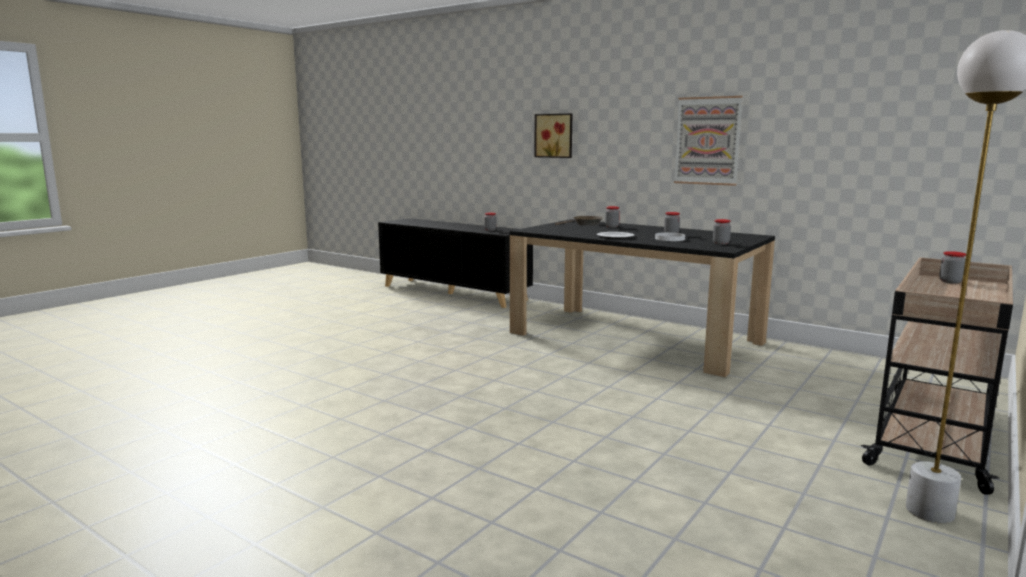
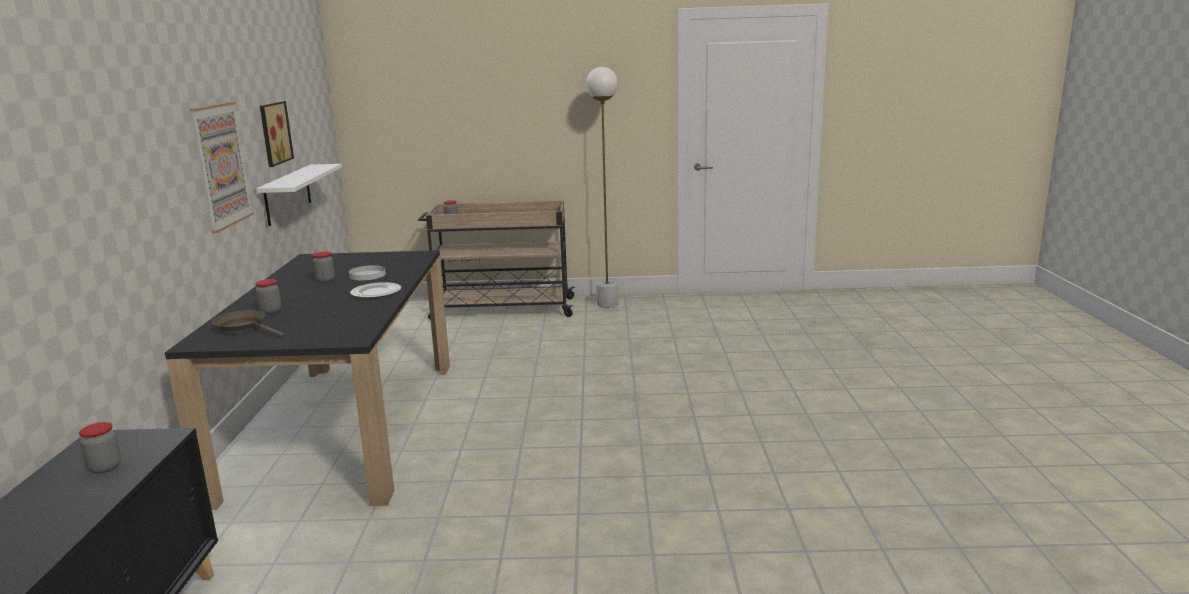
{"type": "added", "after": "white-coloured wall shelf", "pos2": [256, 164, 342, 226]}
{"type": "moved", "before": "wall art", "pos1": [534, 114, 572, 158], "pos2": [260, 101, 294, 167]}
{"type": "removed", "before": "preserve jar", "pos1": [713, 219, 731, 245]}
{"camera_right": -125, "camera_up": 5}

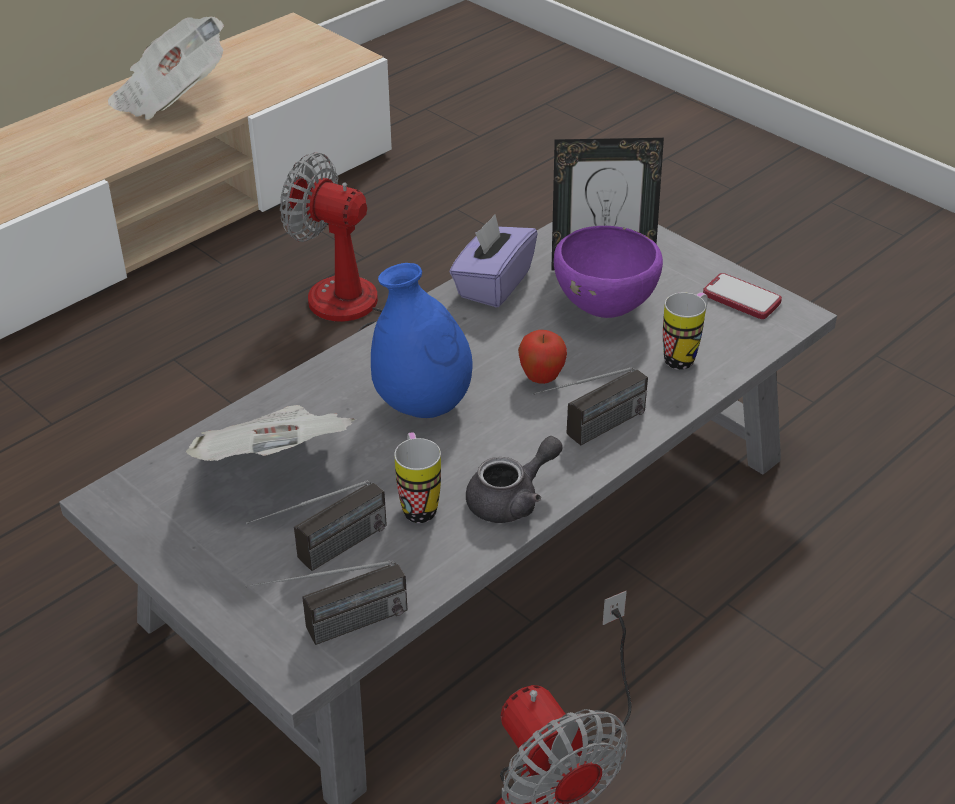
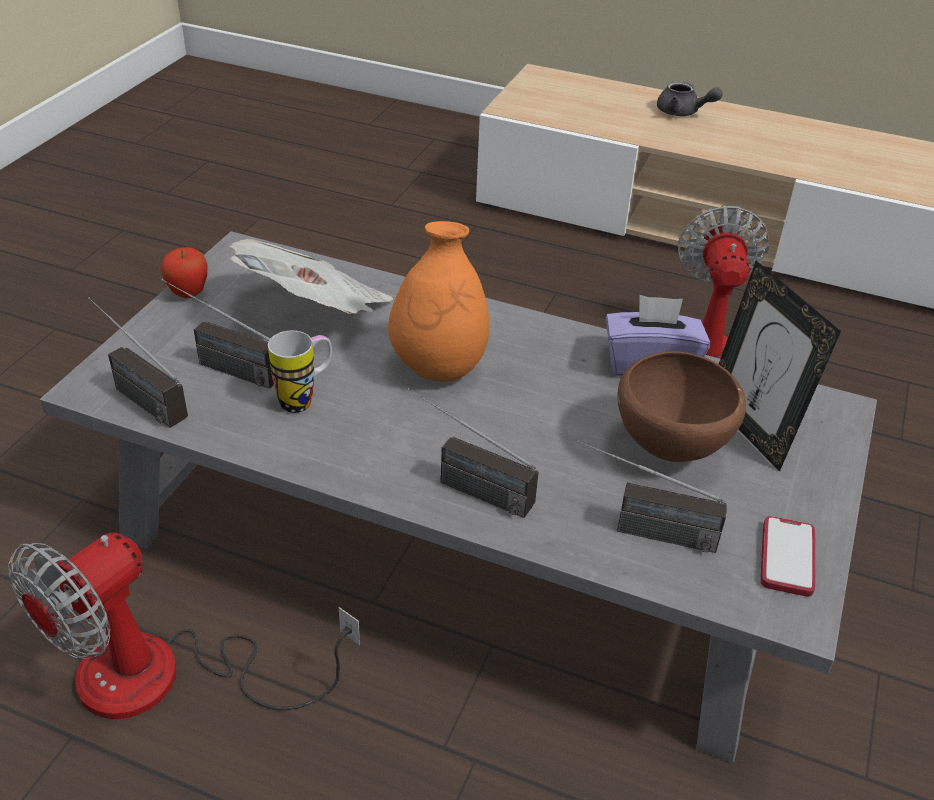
{"type": "moved", "before": "whole apple", "pos1": [518, 330, 567, 384], "pos2": [160, 247, 208, 299]}
{"type": "recoloured", "before": "blue-coloured vase", "after": "orange vase", "pos1": [371, 263, 473, 418], "pos2": [388, 221, 490, 382]}
{"type": "replaced", "before": "mug", "after": "radio receiver", "pos1": [663, 292, 708, 370], "pos2": [577, 440, 727, 553]}
{"type": "recoloured", "before": "purple-coloured bowl", "after": "brown bowl", "pos1": [554, 226, 663, 318], "pos2": [617, 351, 746, 462]}
{"type": "moved", "before": "gray tea pot", "pos1": [466, 436, 563, 523], "pos2": [657, 81, 722, 116]}
{"type": "removed", "before": "newspaper", "pos1": [108, 17, 224, 120]}
{"camera_right": 65, "camera_up": 0}

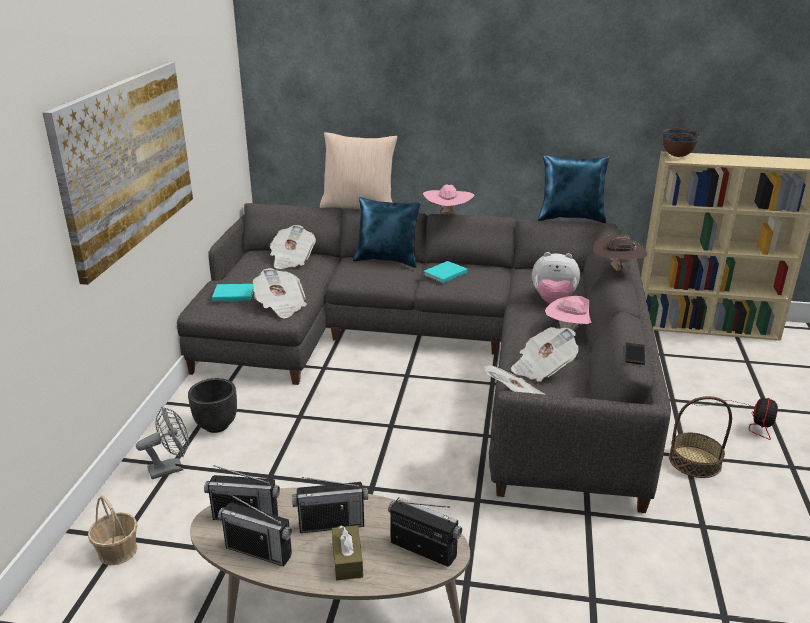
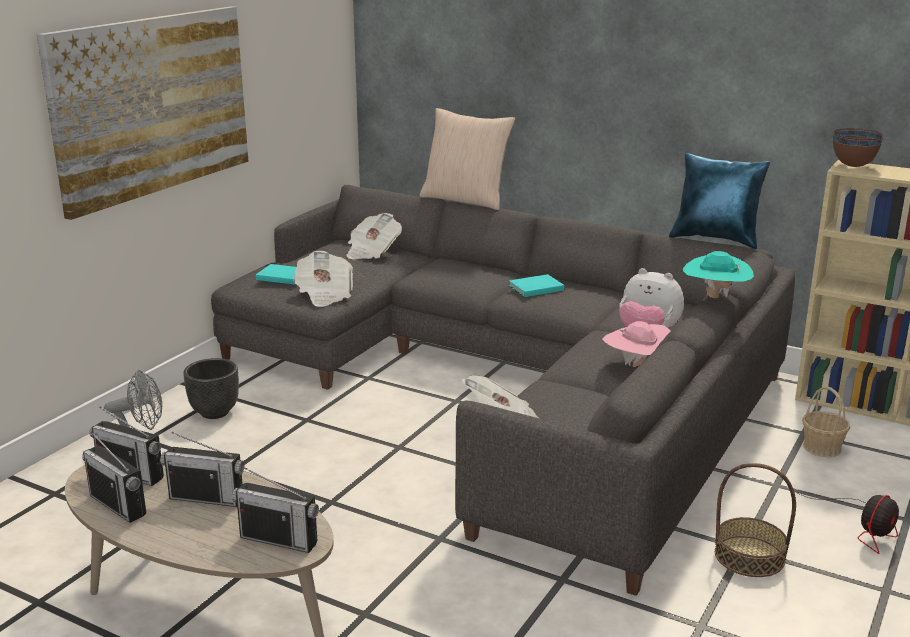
{"type": "turned", "before": "radio receiver", "pos1": [388, 497, 462, 567], "pos2": [232, 468, 319, 553], "turn": 150}
{"type": "recoloured", "before": "brown wearable hat", "after": "turquoise-coloured wearable hat", "pos1": [593, 235, 648, 271], "pos2": [683, 251, 754, 298]}
{"type": "moved", "before": "basket", "pos1": [88, 495, 138, 565], "pos2": [802, 386, 850, 457]}
{"type": "removed", "before": "brown tissue box", "pos1": [332, 525, 363, 581]}
{"type": "removed", "before": "blue-coloured pillow", "pos1": [353, 197, 421, 268]}
{"type": "removed", "before": "pink wearable hat", "pos1": [423, 185, 475, 214]}
{"type": "removed", "before": "newspaper", "pos1": [511, 327, 579, 382]}
{"type": "removed", "before": "handset", "pos1": [625, 343, 645, 365]}
{"camera_right": 20, "camera_up": -5}

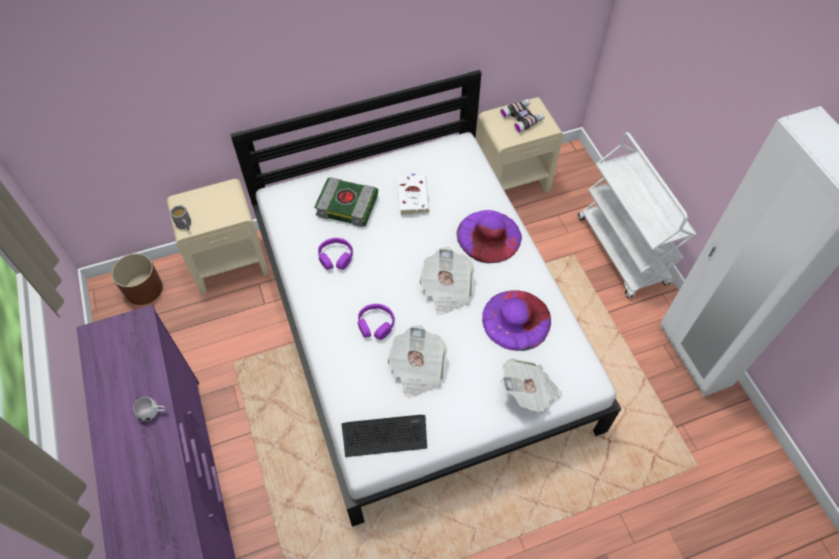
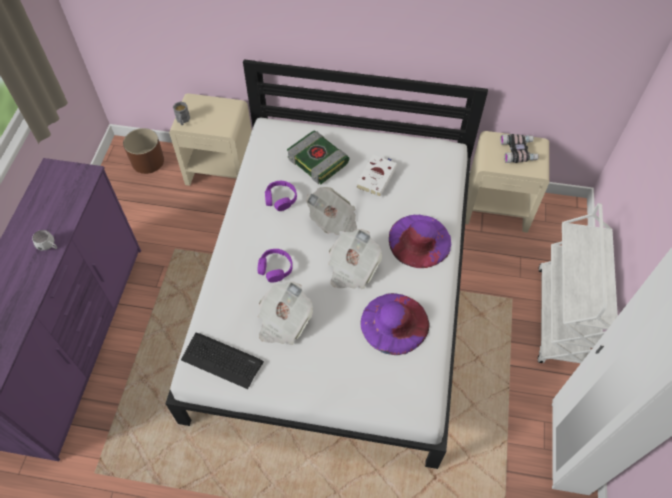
{"type": "moved", "before": "newspaper", "pos1": [501, 358, 562, 413], "pos2": [306, 187, 357, 235]}
{"camera_right": 30, "camera_up": 0}

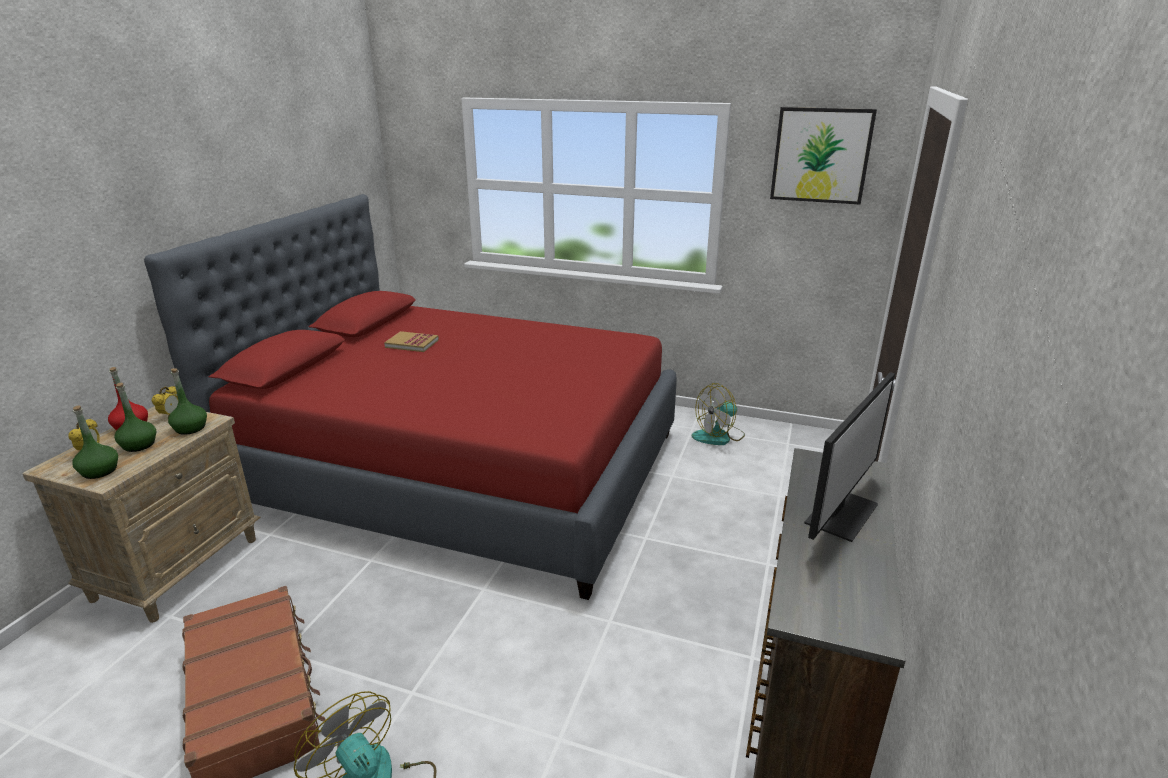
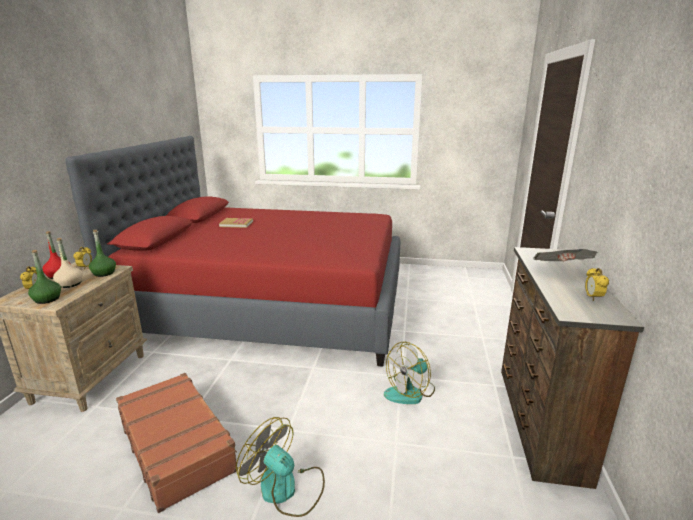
{"type": "recoloured", "before": "green-coloured drink bottle", "after": "beige drink bottle", "pos1": [114, 383, 156, 452], "pos2": [53, 238, 83, 288]}
{"type": "moved", "before": "electric fan", "pos1": [692, 383, 745, 445], "pos2": [384, 342, 435, 404]}
{"type": "replaced", "before": "computer display", "after": "newspaper", "pos1": [804, 372, 895, 542], "pos2": [533, 249, 598, 262]}
{"type": "added", "after": "alarm clock", "pos2": [585, 268, 609, 301]}
{"type": "removed", "before": "wall art", "pos1": [770, 107, 877, 205]}
{"camera_right": -10, "camera_up": -5}

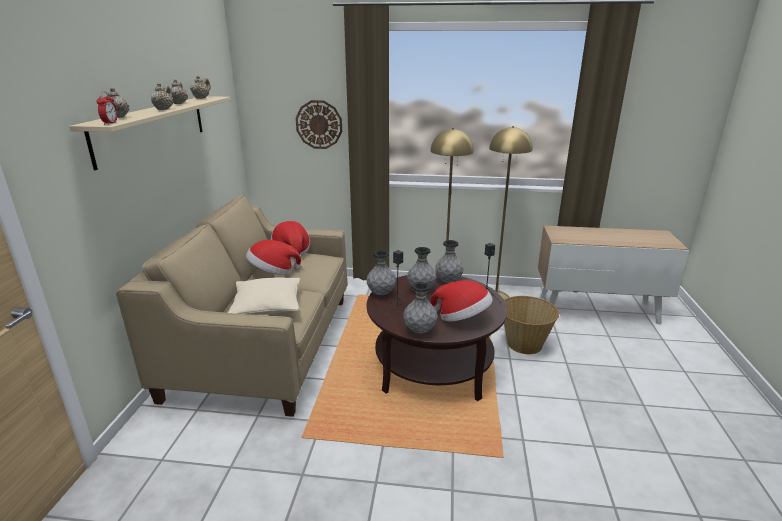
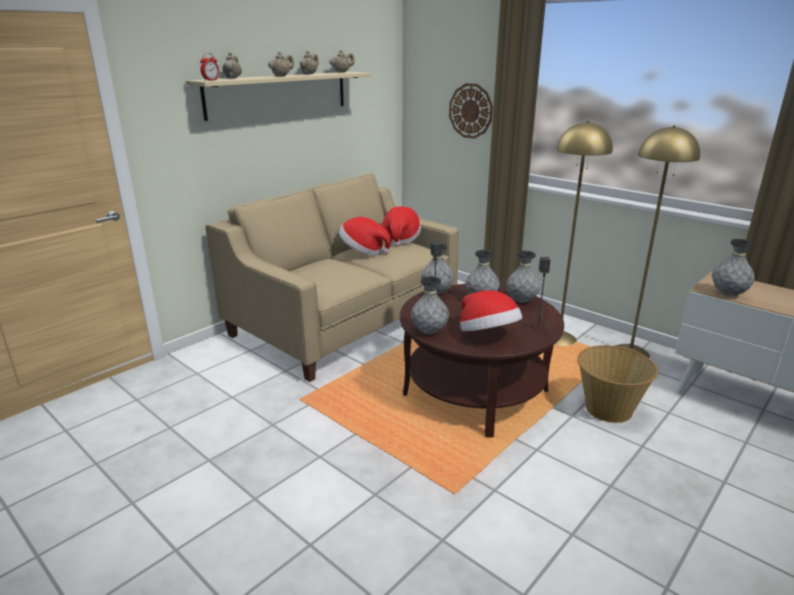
{"type": "added", "after": "gray vase", "pos2": [712, 239, 755, 296]}
{"type": "removed", "before": "beige pillow", "pos1": [228, 277, 300, 315]}
{"camera_right": 35, "camera_up": 0}

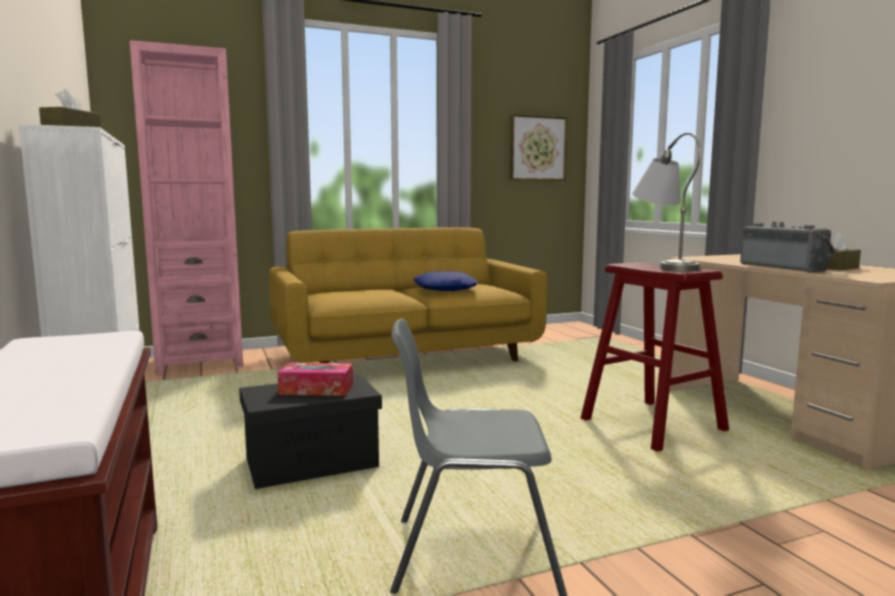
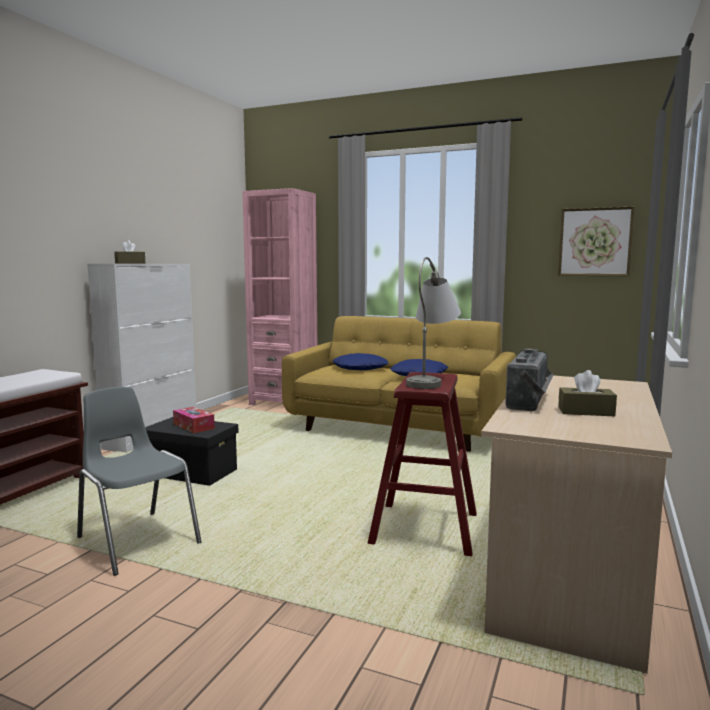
{"type": "added", "after": "blue-coloured pillow", "pos2": [333, 353, 389, 370]}
{"camera_right": 45, "camera_up": 0}

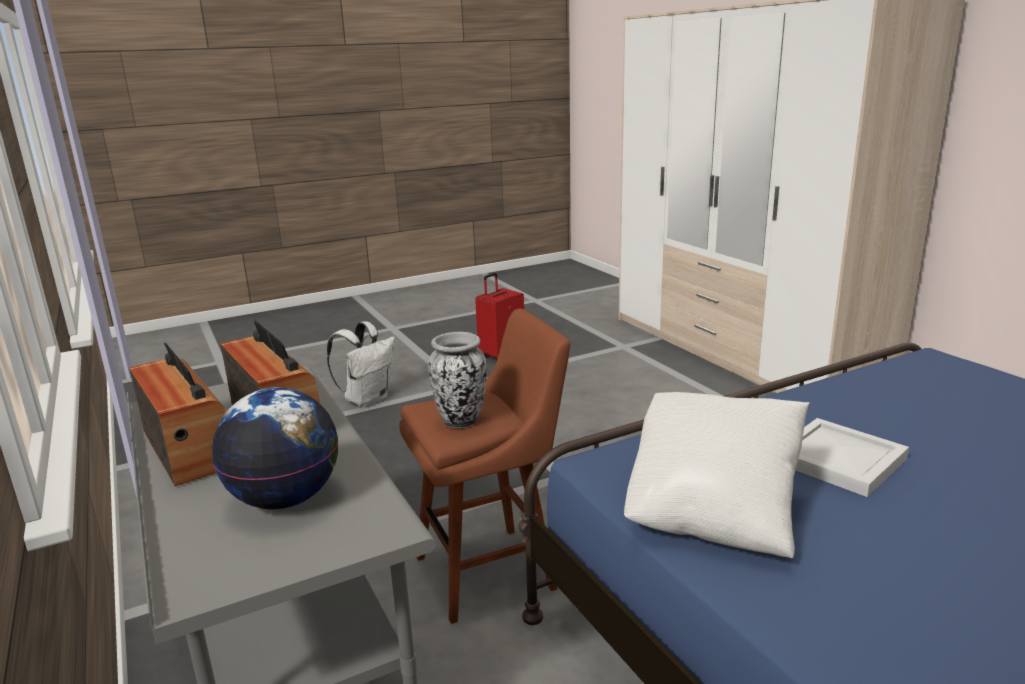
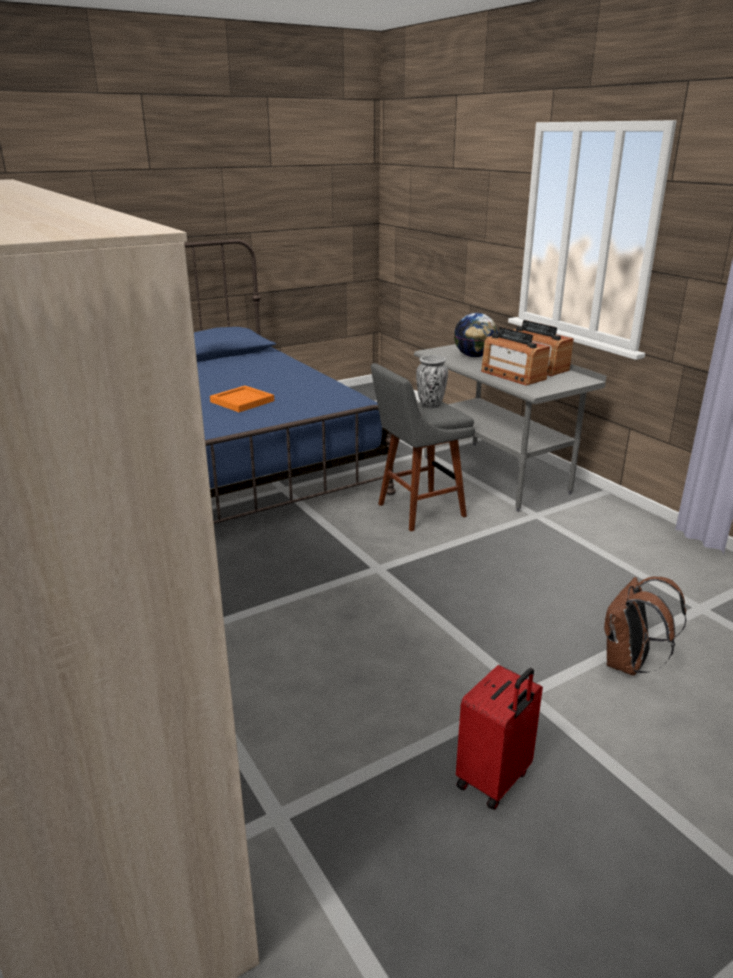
{"type": "recoloured", "before": "white-coloured tray", "after": "orange tray", "pos1": [795, 418, 909, 497], "pos2": [210, 386, 274, 412]}
{"type": "recoloured", "before": "brown stool seat", "after": "gray stool seat", "pos1": [399, 309, 570, 624], "pos2": [371, 363, 475, 531]}
{"type": "recoloured", "before": "white-coloured knapsack", "after": "brown knapsack", "pos1": [327, 321, 395, 407], "pos2": [604, 577, 687, 676]}
{"type": "removed", "before": "white-coloured pillow", "pos1": [624, 392, 810, 558]}
{"camera_right": 175, "camera_up": 5}

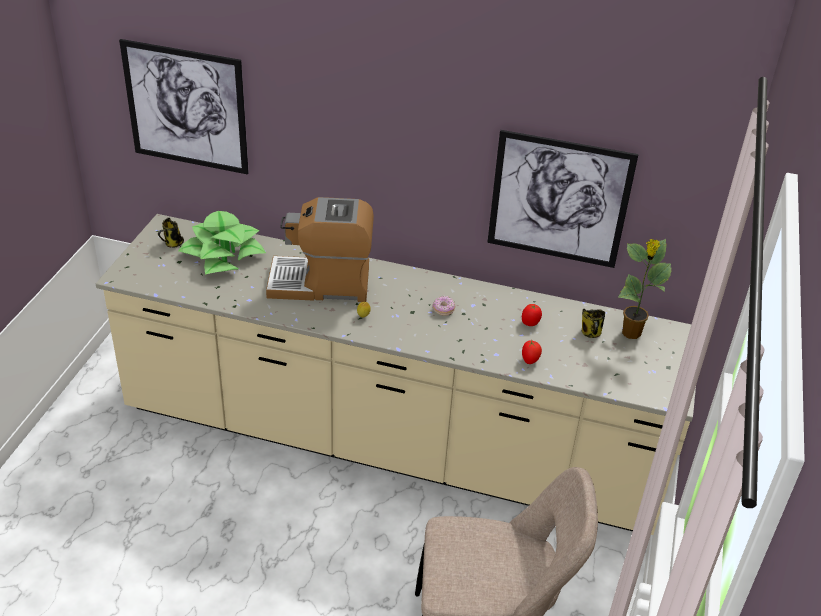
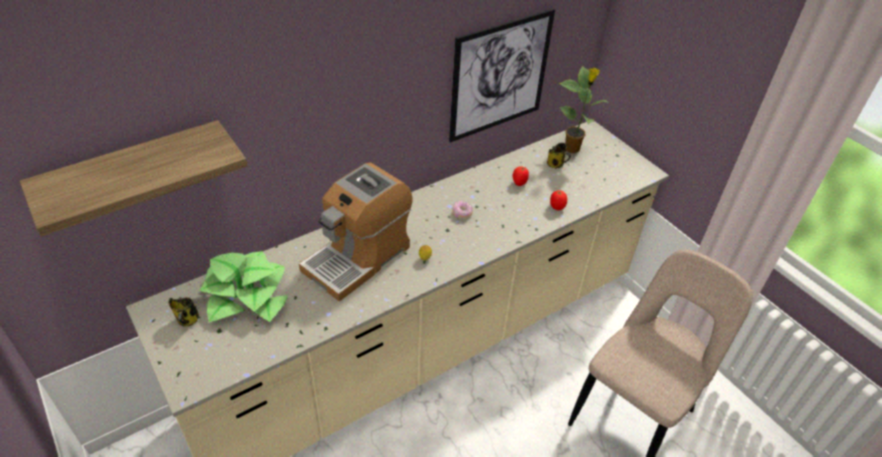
{"type": "replaced", "before": "wall art", "after": "wall shelf", "pos1": [119, 39, 249, 174], "pos2": [20, 120, 247, 237]}
{"camera_right": -50, "camera_up": 5}

